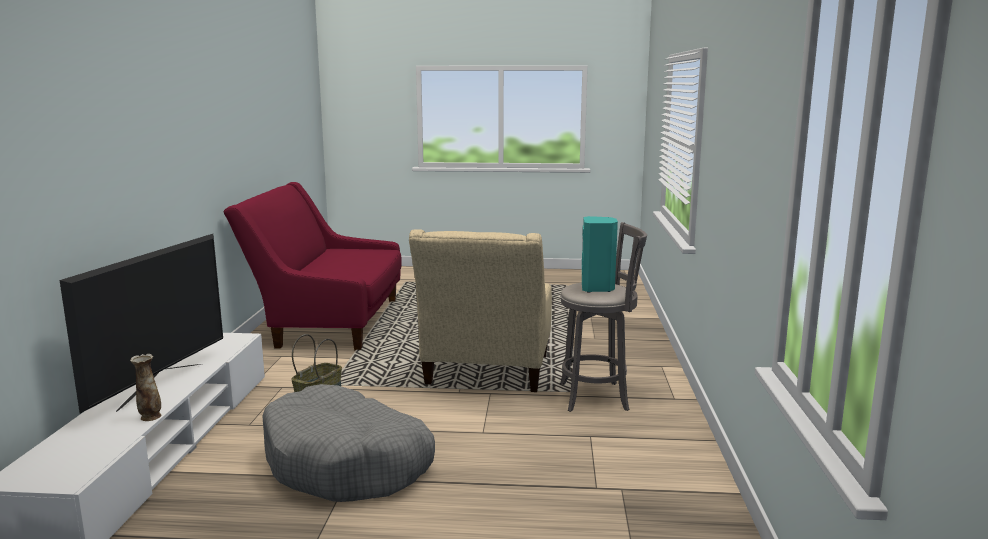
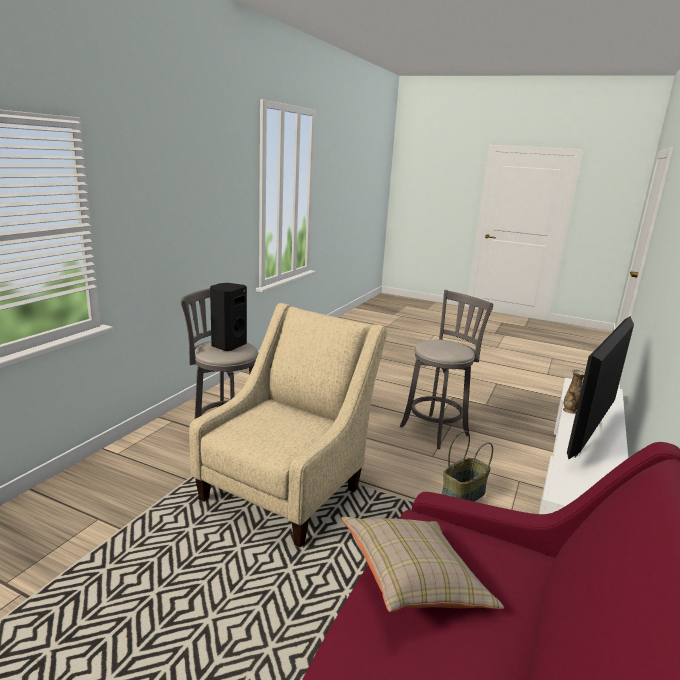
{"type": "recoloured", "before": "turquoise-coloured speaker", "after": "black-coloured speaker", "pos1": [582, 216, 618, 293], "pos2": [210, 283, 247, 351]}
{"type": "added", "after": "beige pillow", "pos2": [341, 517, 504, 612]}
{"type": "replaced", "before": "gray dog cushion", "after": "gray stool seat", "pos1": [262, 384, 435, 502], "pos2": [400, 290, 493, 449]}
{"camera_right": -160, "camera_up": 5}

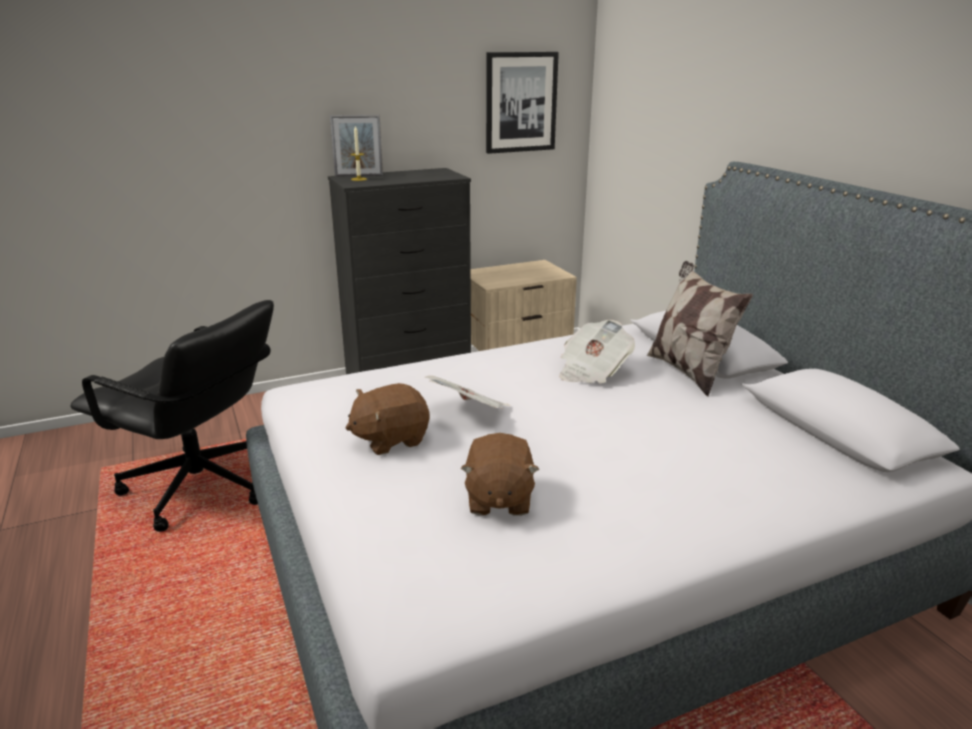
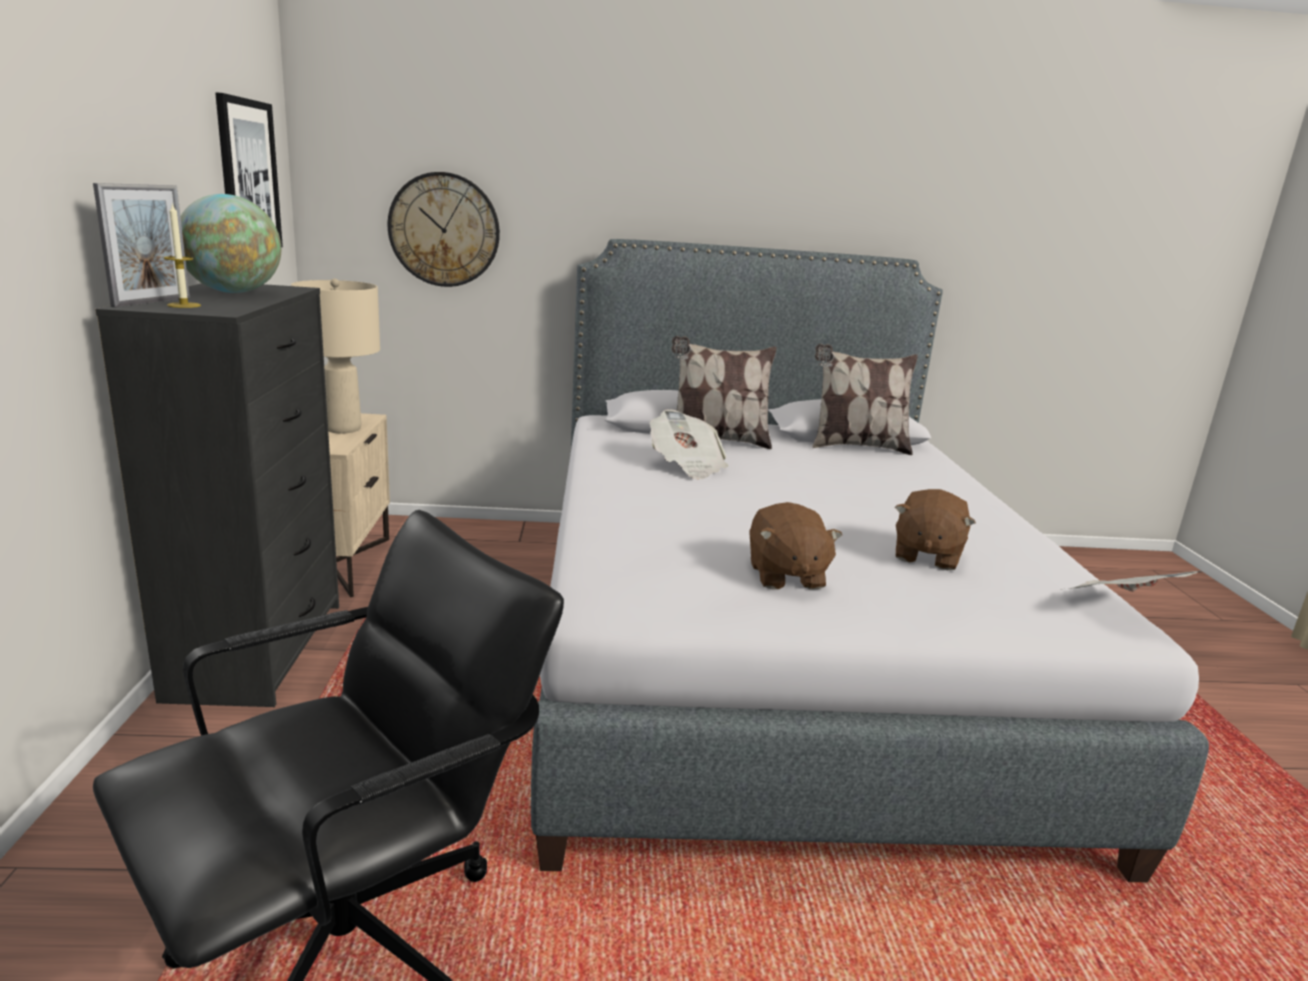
{"type": "added", "after": "globe", "pos2": [180, 194, 281, 293]}
{"type": "added", "after": "beige table lamp", "pos2": [291, 278, 380, 433]}
{"type": "added", "after": "hanging clock", "pos2": [388, 172, 500, 287]}
{"type": "added", "after": "pillow", "pos2": [812, 344, 918, 455]}
{"type": "turned", "before": "brown plush toy", "pos1": [461, 433, 539, 516], "pos2": [895, 489, 976, 570], "turn": 90}
{"type": "moved", "before": "newspaper", "pos1": [425, 376, 510, 409], "pos2": [1068, 571, 1202, 592]}
{"camera_right": -70, "camera_up": -5}

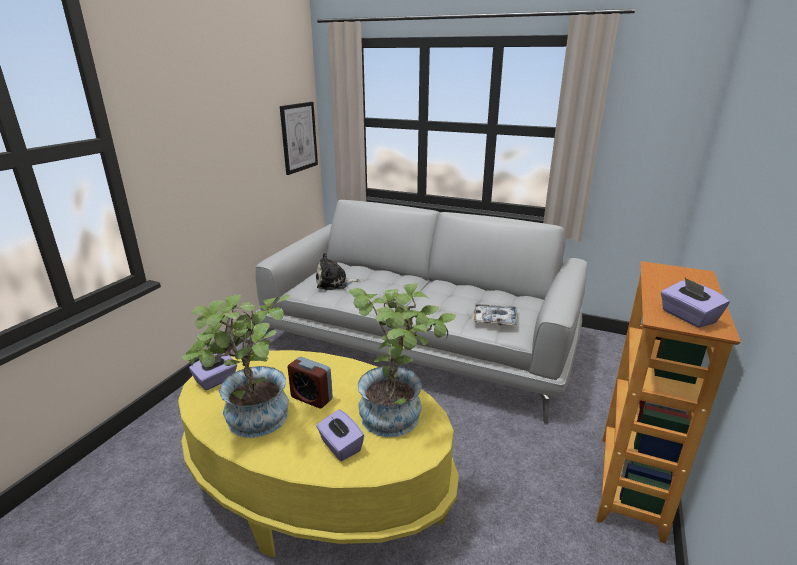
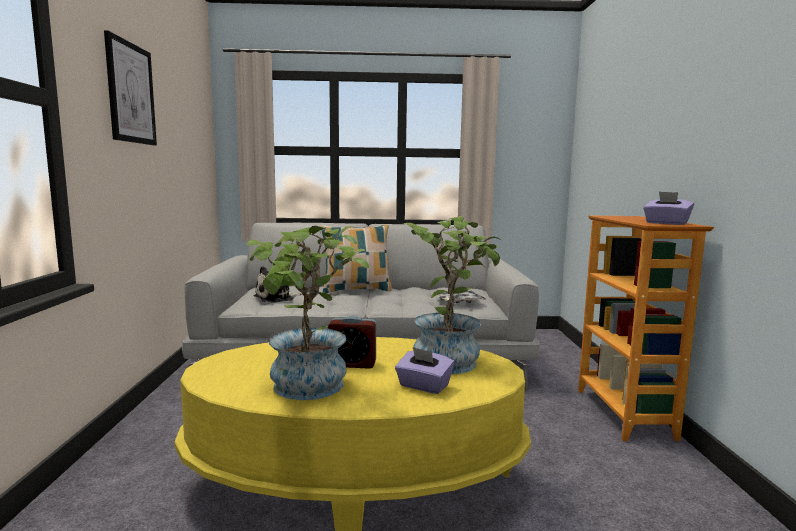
{"type": "moved", "before": "wall art", "pos1": [280, 102, 318, 175], "pos2": [104, 30, 157, 145]}
{"type": "added", "after": "pillow", "pos2": [321, 225, 392, 293]}
{"type": "removed", "before": "purple-coloured tissue box", "pos1": [189, 353, 237, 390]}
{"camera_right": -25, "camera_up": -15}

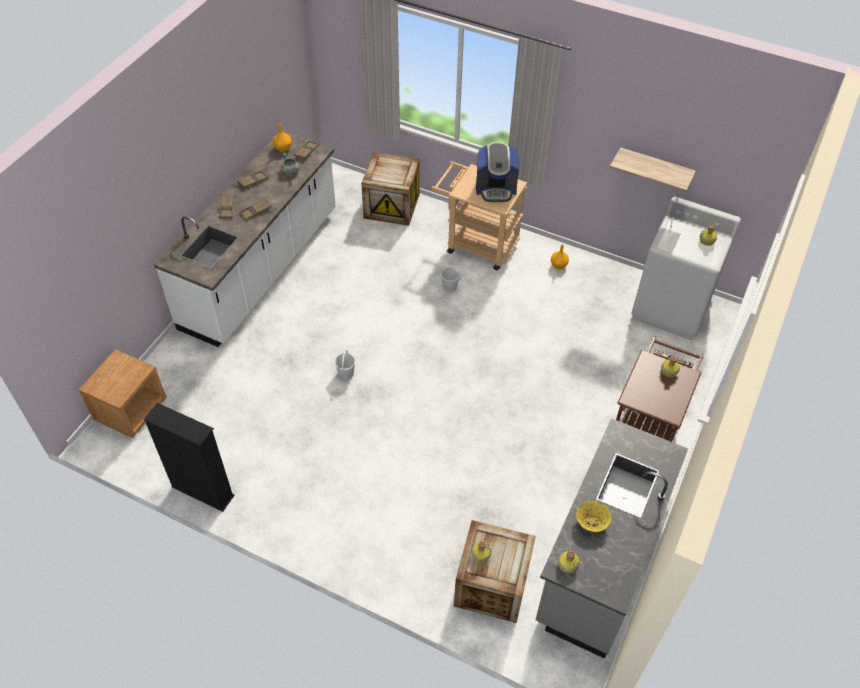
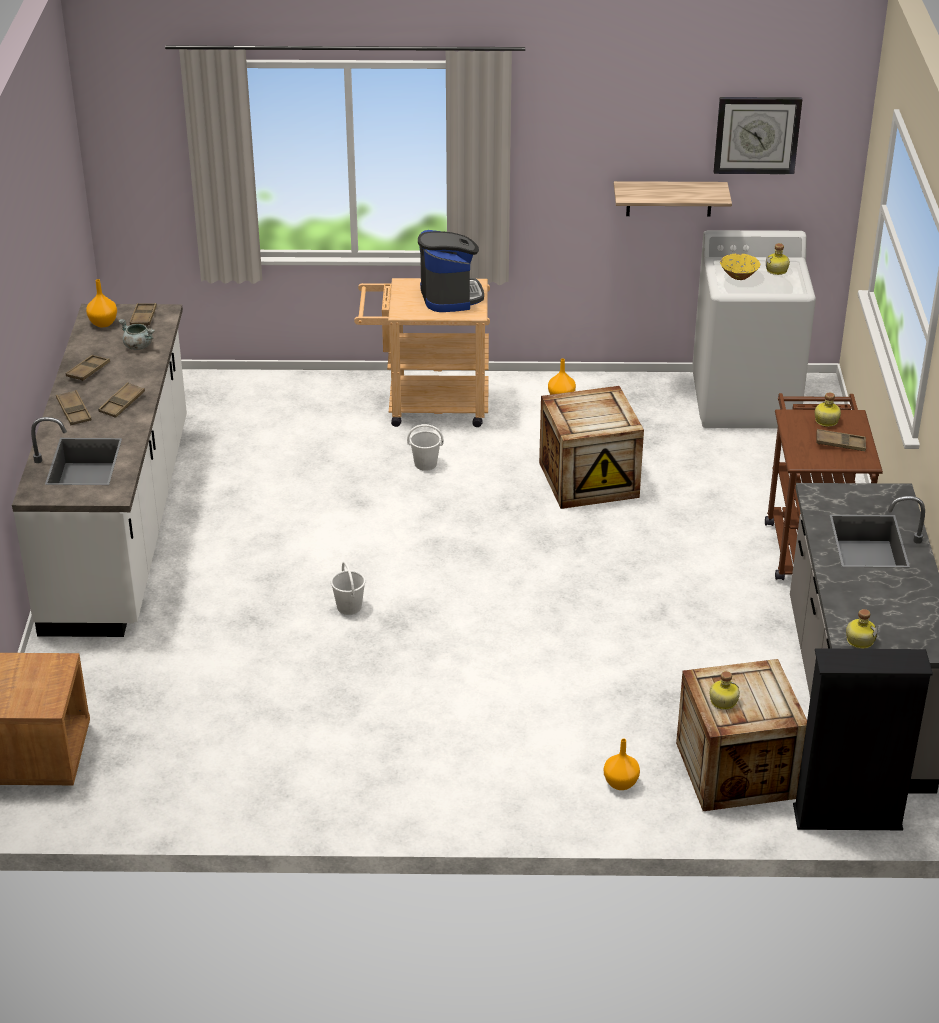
{"type": "turned", "before": "coffee brewer", "pos1": [476, 142, 519, 202], "pos2": [418, 230, 484, 312], "turn": -75}
{"type": "moved", "before": "shipping crate", "pos1": [361, 152, 420, 226], "pos2": [539, 386, 644, 509]}
{"type": "added", "after": "orange vase", "pos2": [604, 739, 640, 790]}
{"type": "added", "after": "hanging clock", "pos2": [714, 97, 802, 174]}
{"type": "moved", "before": "yellow bowl", "pos1": [576, 501, 612, 532], "pos2": [720, 254, 760, 280]}
{"type": "moved", "before": "black-coloured bookshelf", "pos1": [143, 403, 235, 512], "pos2": [793, 648, 933, 830]}
{"type": "added", "after": "brown tray", "pos2": [816, 429, 866, 451]}
{"camera_right": -25, "camera_up": -15}

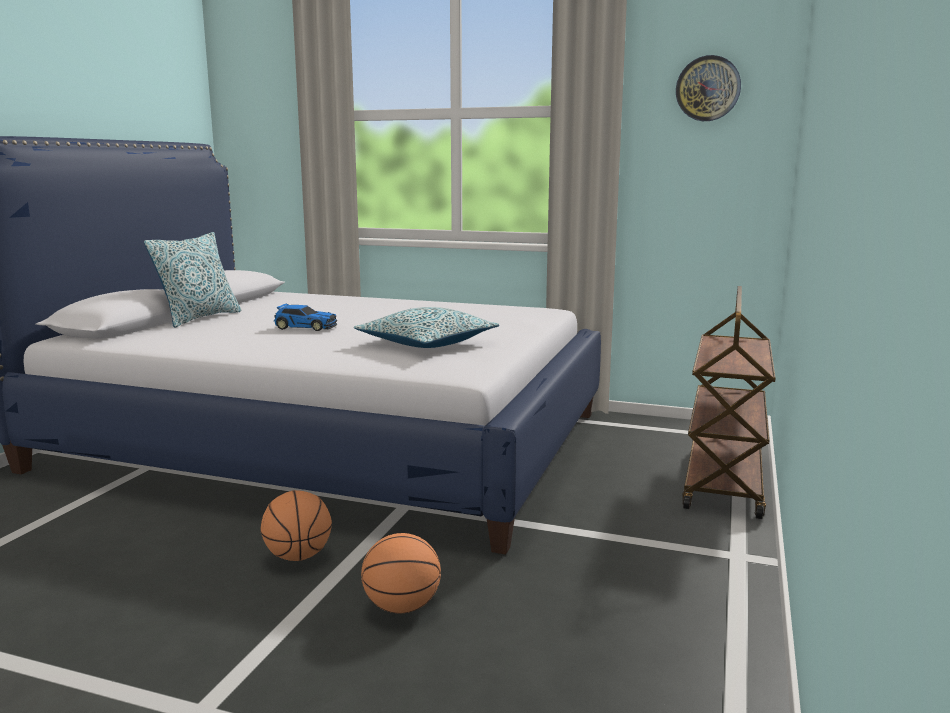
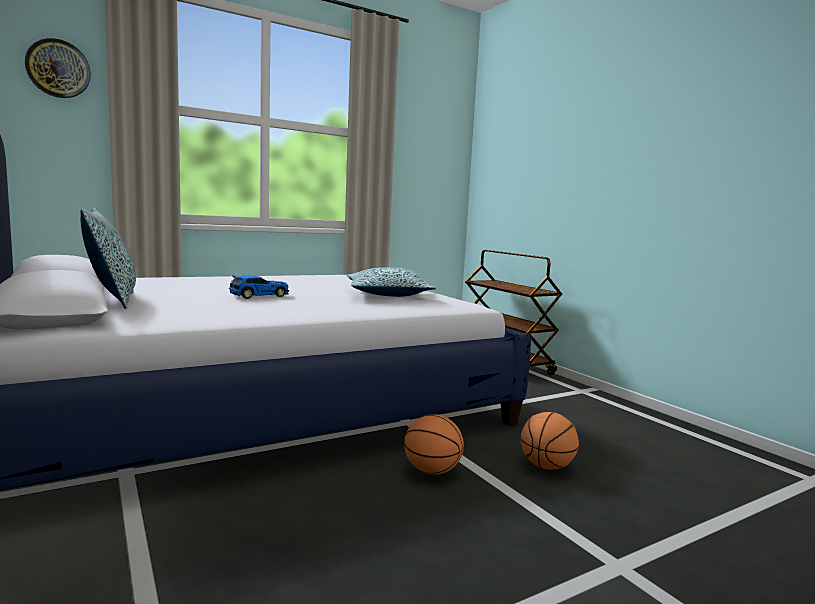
{"type": "moved", "before": "hanging clock", "pos1": [676, 55, 741, 121], "pos2": [25, 38, 91, 98]}
{"camera_right": -50, "camera_up": -5}

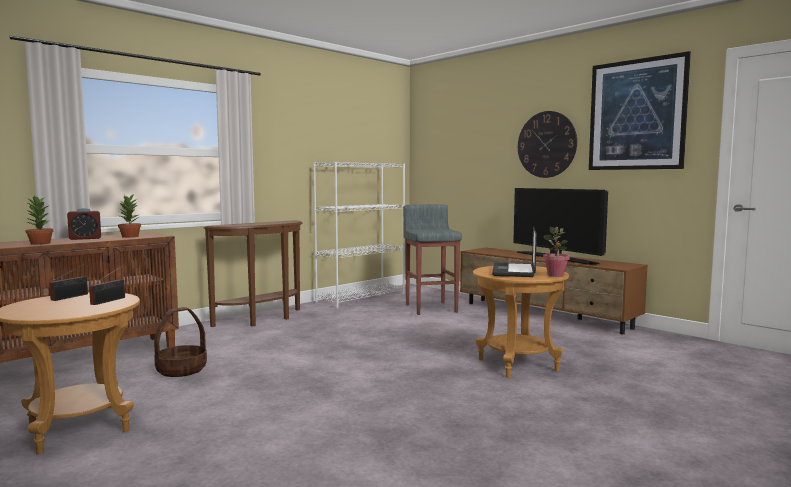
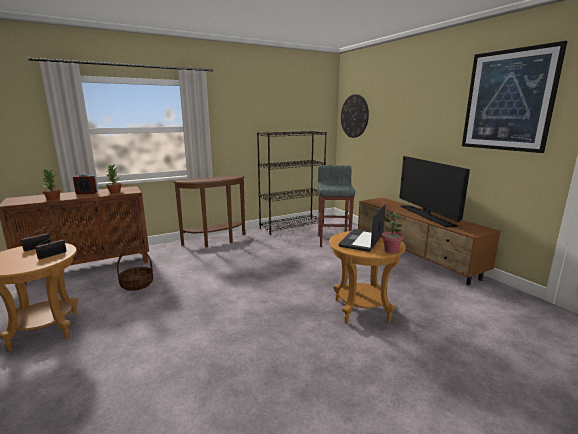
{"type": "recoloured", "before": "white-coloured bookshelf", "after": "black-coloured bookshelf", "pos1": [313, 162, 405, 308], "pos2": [257, 131, 327, 235]}
{"type": "moved", "before": "hanging clock", "pos1": [518, 111, 577, 178], "pos2": [341, 94, 369, 138]}
{"camera_right": 15, "camera_up": 10}

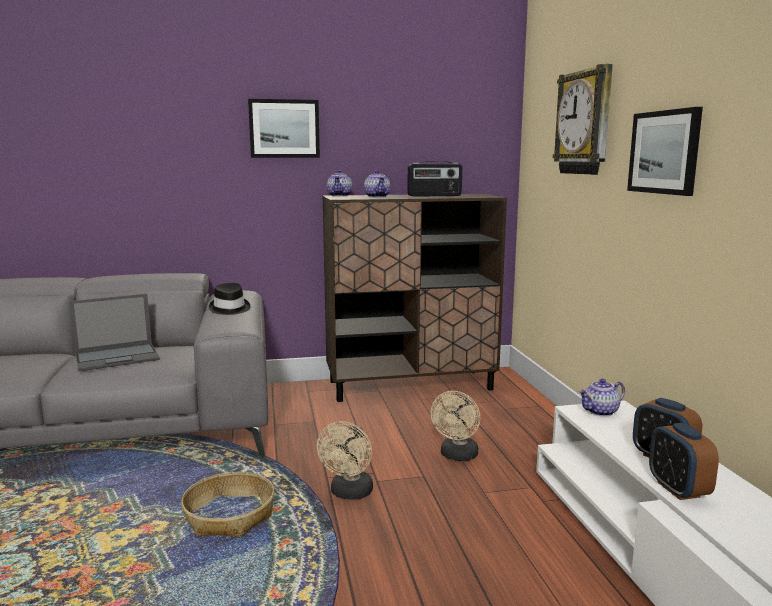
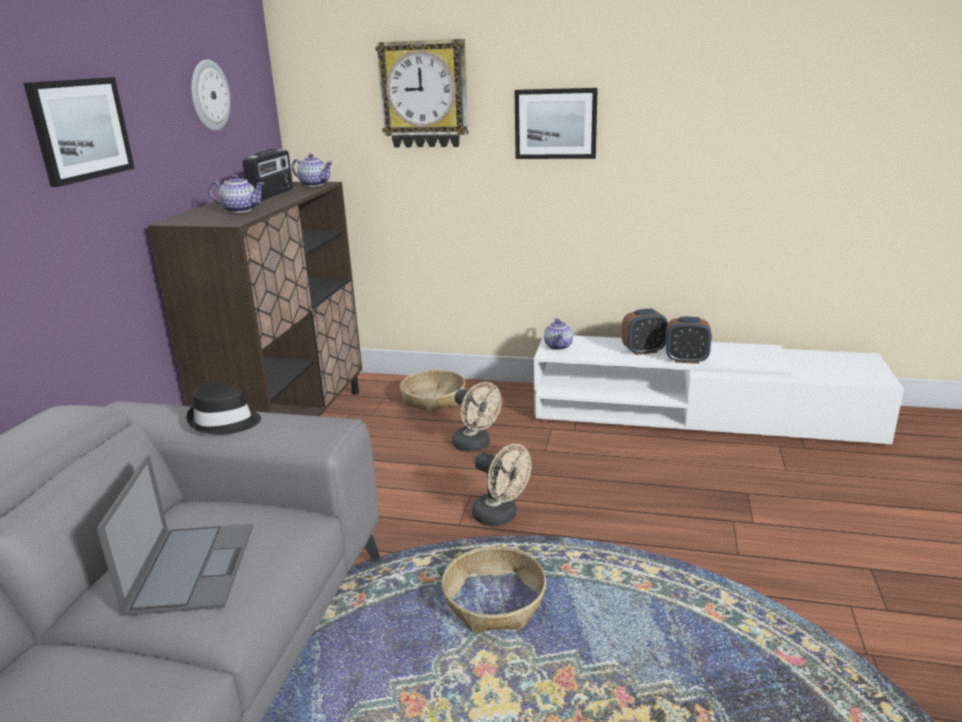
{"type": "added", "after": "hanging clock", "pos2": [191, 59, 231, 131]}
{"type": "moved", "before": "tea pot", "pos1": [327, 170, 353, 197], "pos2": [292, 154, 332, 187]}
{"type": "added", "after": "basket", "pos2": [400, 370, 465, 413]}
{"camera_right": -65, "camera_up": 10}

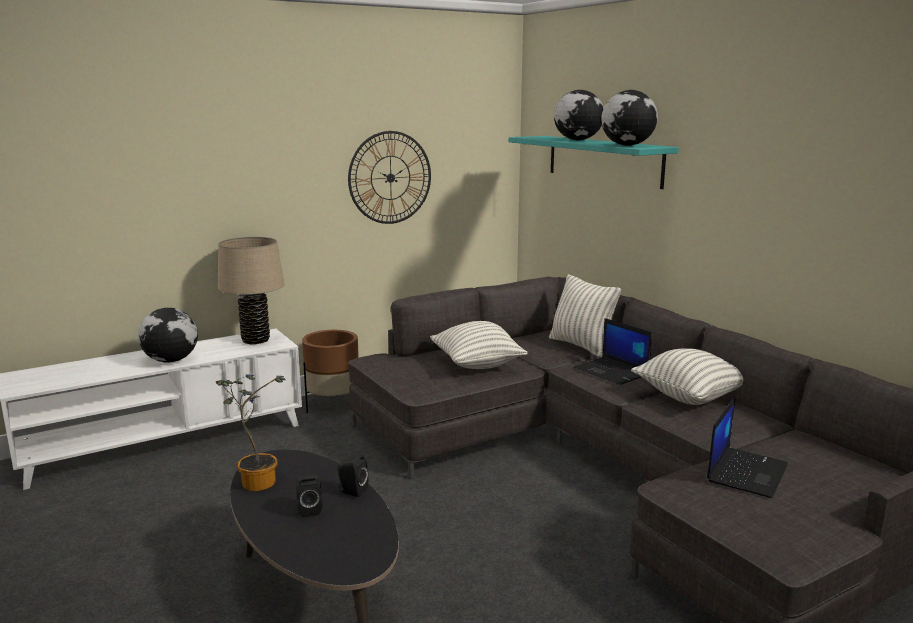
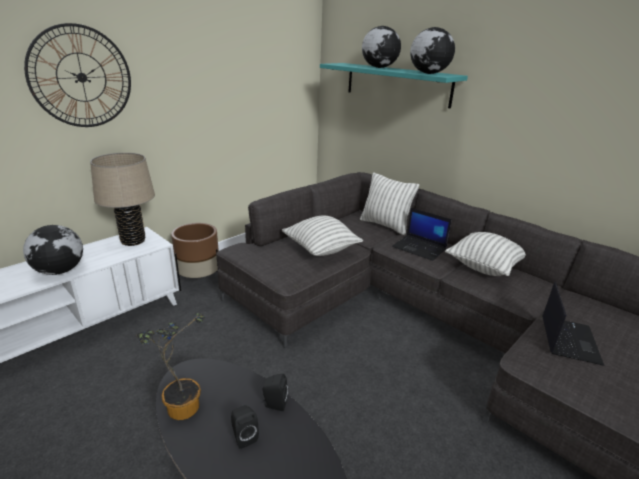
{"type": "moved", "before": "hanging clock", "pos1": [348, 131, 431, 224], "pos2": [24, 23, 131, 127]}
{"camera_right": -15, "camera_up": 10}

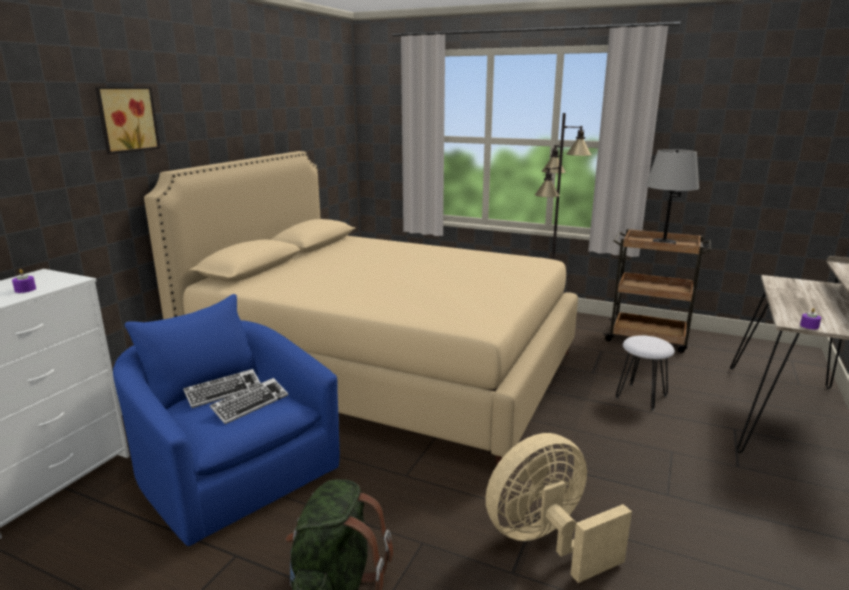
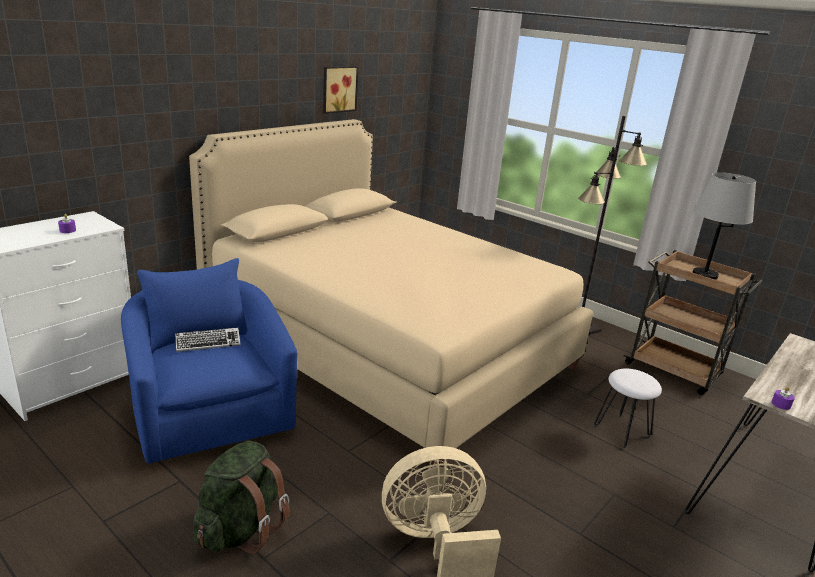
{"type": "moved", "before": "wall art", "pos1": [95, 87, 160, 154], "pos2": [323, 66, 358, 114]}
{"type": "removed", "before": "computer keyboard", "pos1": [210, 378, 288, 424]}
{"camera_right": 15, "camera_up": 5}

